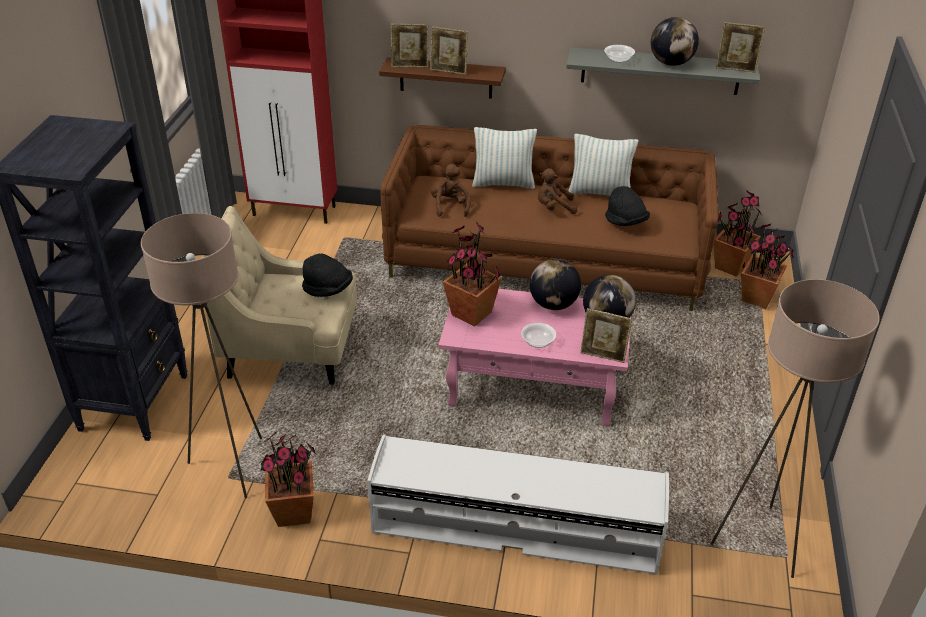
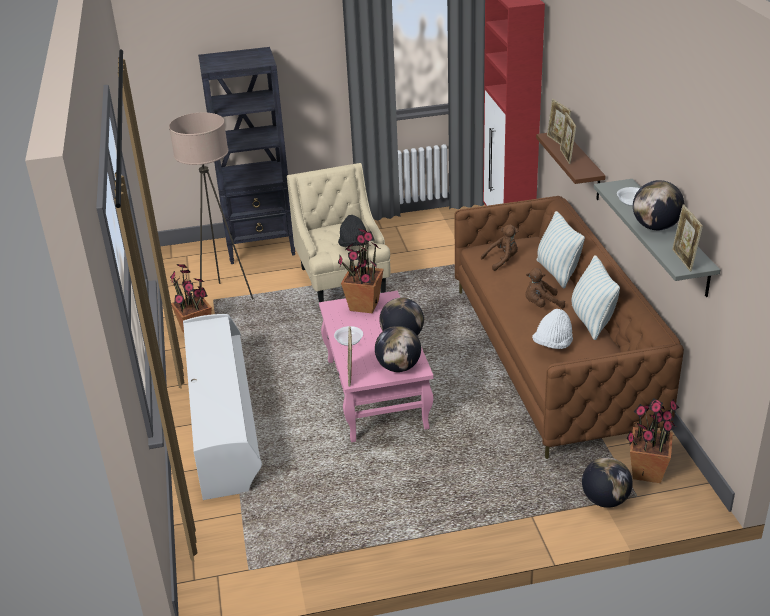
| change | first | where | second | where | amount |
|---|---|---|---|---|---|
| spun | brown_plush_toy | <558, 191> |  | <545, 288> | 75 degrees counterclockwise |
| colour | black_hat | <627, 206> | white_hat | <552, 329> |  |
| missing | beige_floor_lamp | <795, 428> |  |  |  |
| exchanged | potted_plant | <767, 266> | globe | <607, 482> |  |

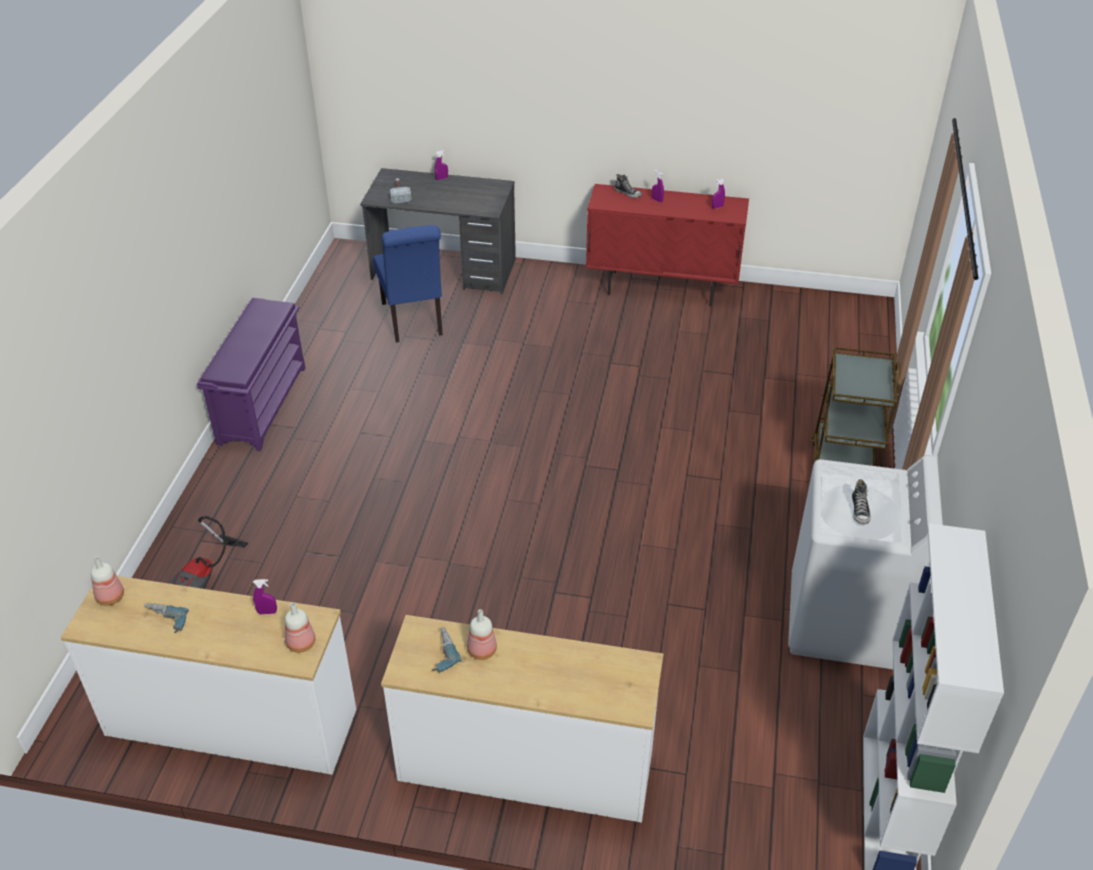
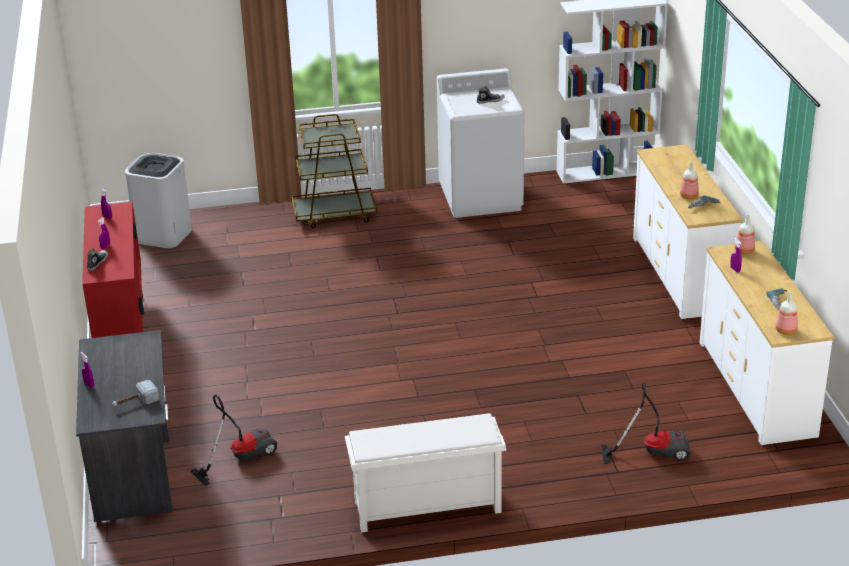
| change | first | where | second | where | amount |
|---|---|---|---|---|---|
| colour | purple_shoe_rack | <251, 374> | white_shoe_rack | <425, 472> |  |
| exchanged | blue_chair | <408, 284> | vacuum_cleaner | <233, 440> |  |
| appeared |  |  | white_trash_can | <158, 201> |  |

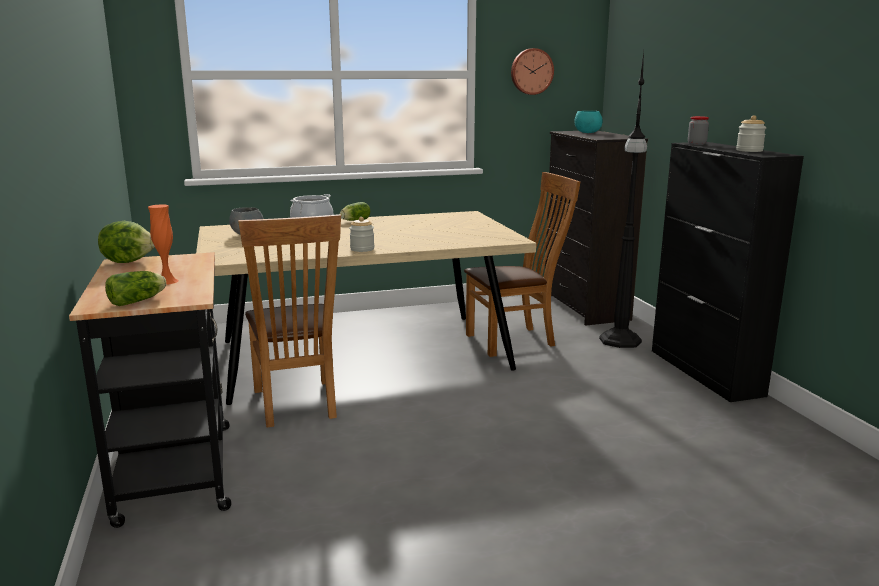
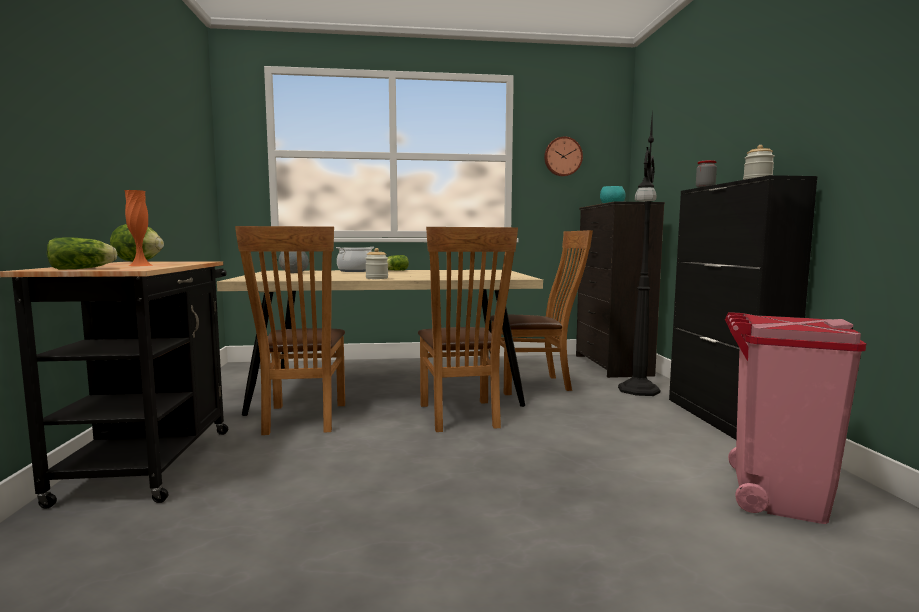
| change | first | where | second | where | amount |
|---|---|---|---|---|---|
| appeared |  |  | brown_chair | <468, 329> |  |
| appeared |  |  | pink_trash_can | <795, 418> |  |

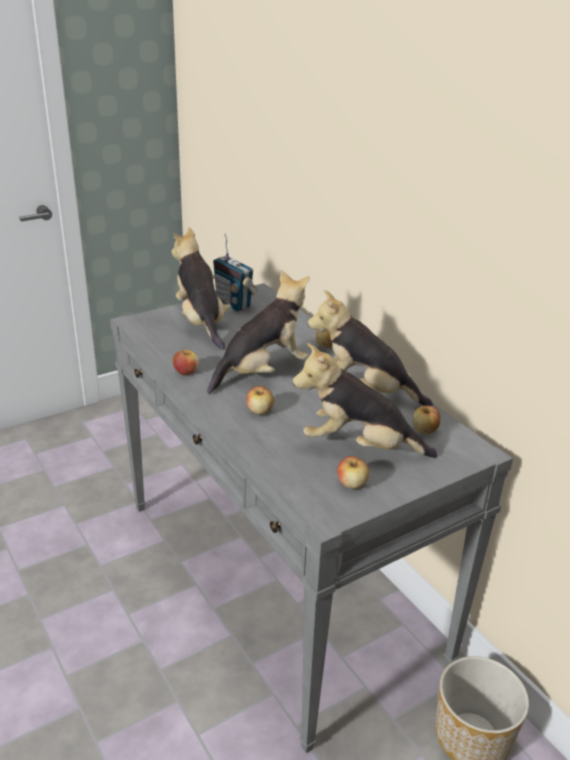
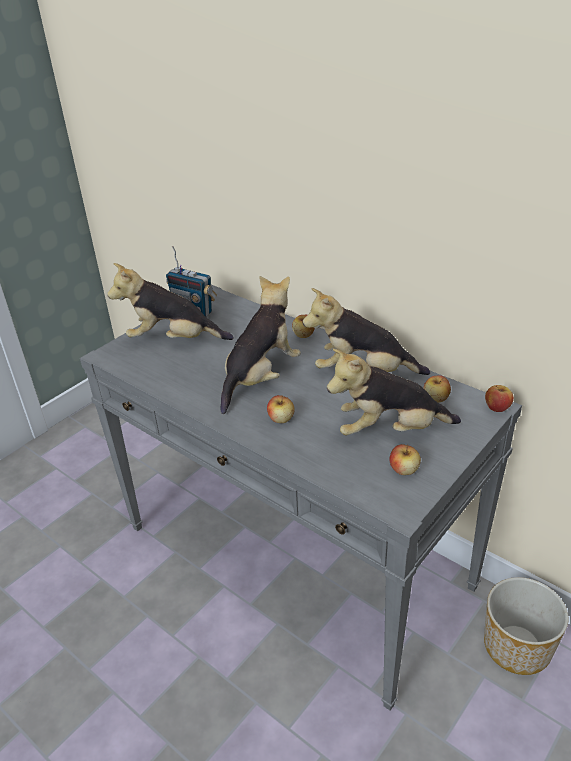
| change | first | where | second | where | amount |
|---|---|---|---|---|---|
| spun | plush_toy | <201, 288> |  | <170, 301> | 45 degrees counterclockwise |
| relocated | apple | <185, 361> |  | <499, 398> |  |

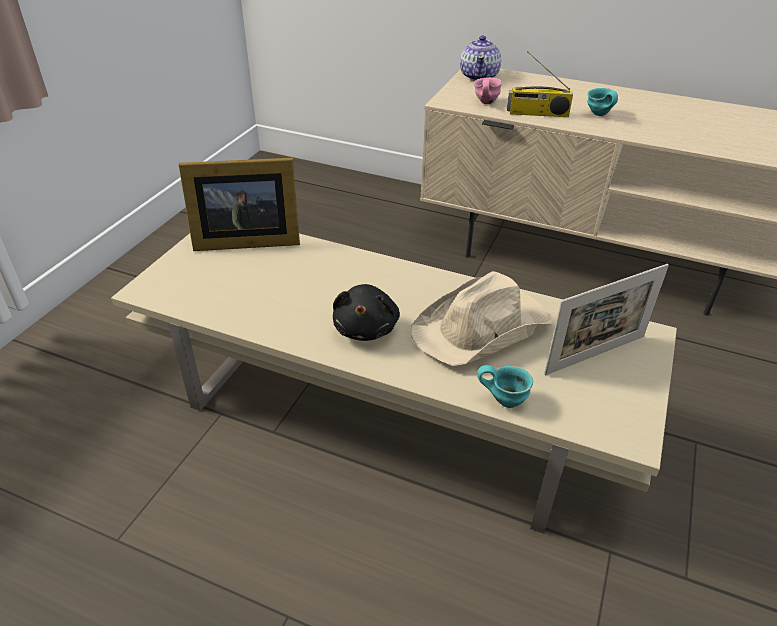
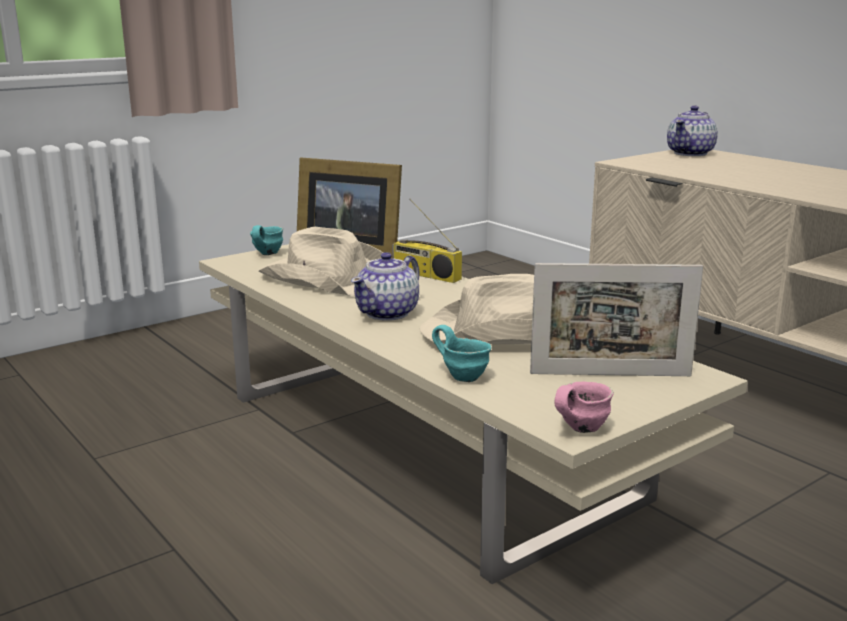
| change | first | where | second | where | amount |
|---|---|---|---|---|---|
| exchanged | black_plush_toy | <366, 312> | teapot | <385, 286> |  |
| relocated | pink_mug | <488, 90> |  | <584, 407> |  |
| relocated | radio | <540, 84> |  | <427, 241> |  |
| relocated | turquoise_mug | <602, 102> |  | <266, 240> |  |
| appeared |  |  | beige_hat | <321, 261> |  |

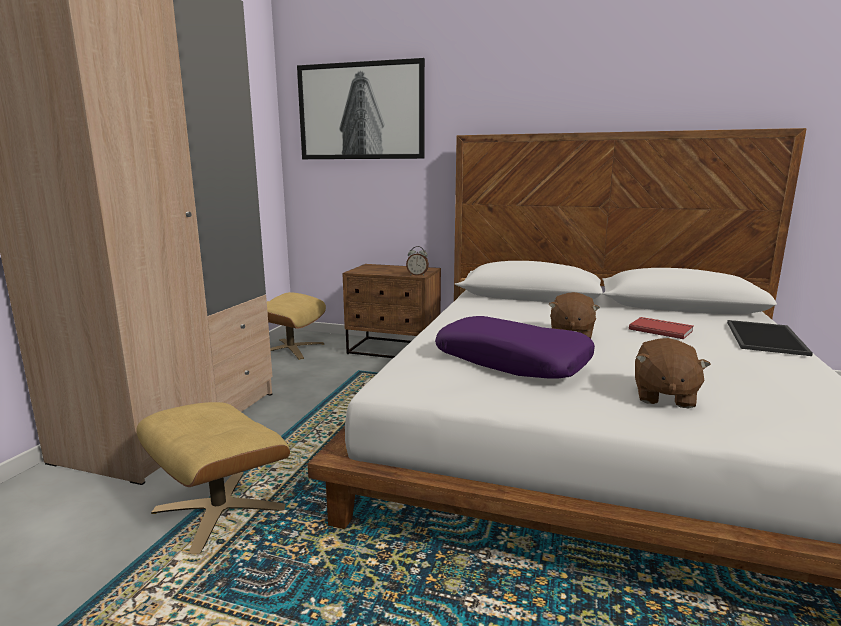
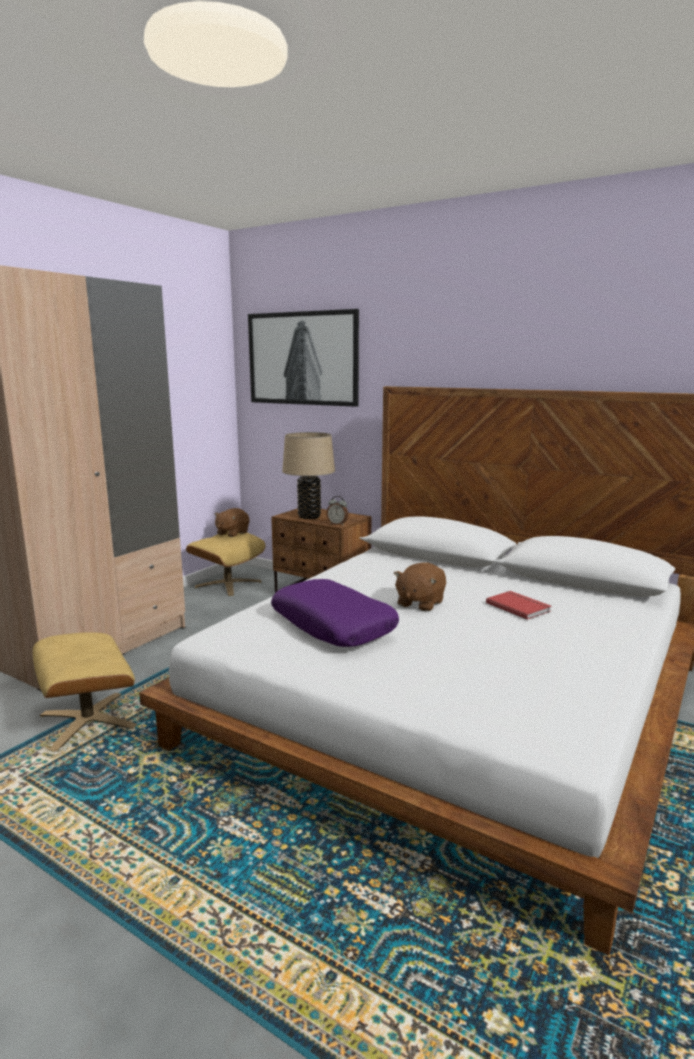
| change | first | where | second | where | amount |
|---|---|---|---|---|---|
| relocated | brown_plush_toy | <673, 373> |  | <231, 522> |  |
| missing | tray | <770, 338> |  |  |  |
| appeared |  |  | beige_table_lamp | <308, 475> |  |

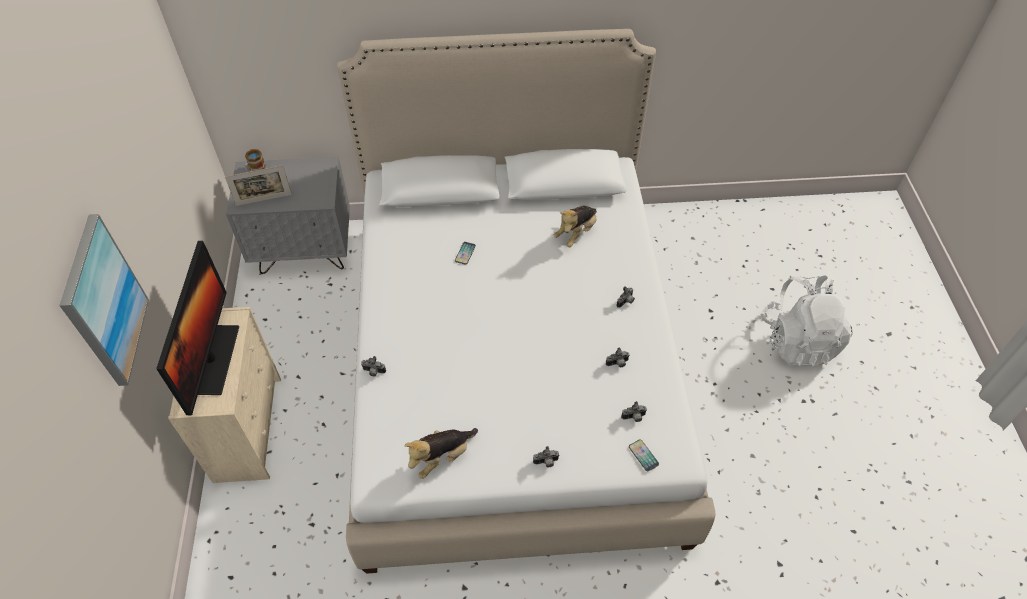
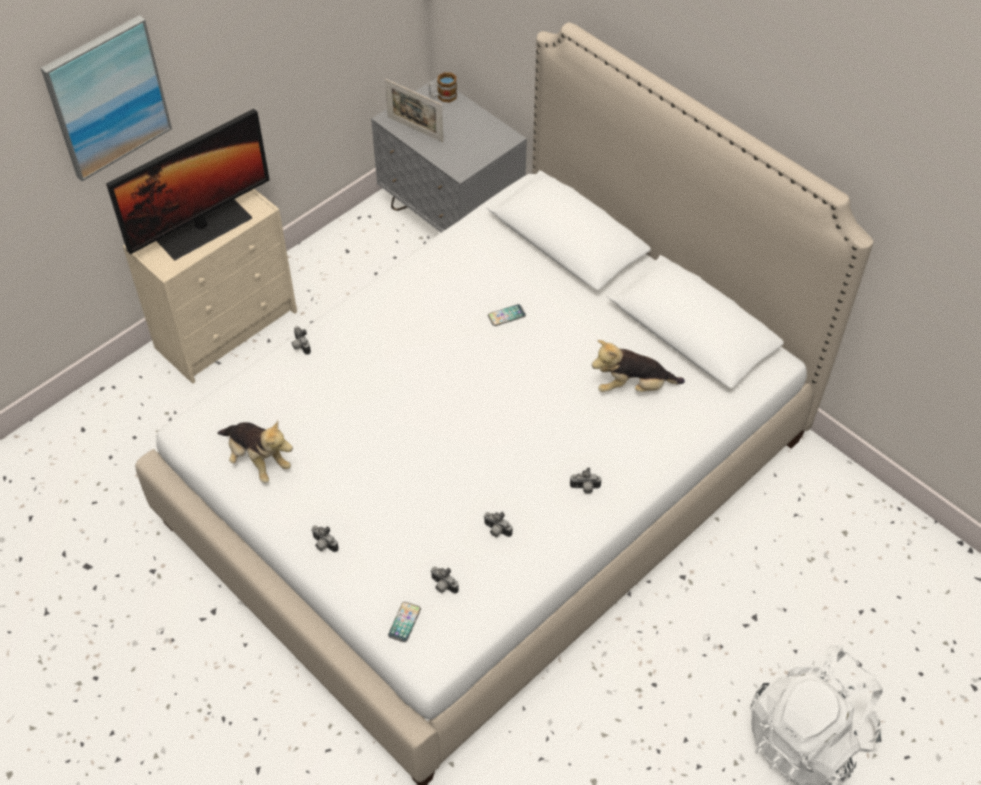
| change | first | where | second | where | amount |
|---|---|---|---|---|---|
| spun | plush_toy | <441, 453> |  | <255, 451> | 150 degrees counterclockwise |

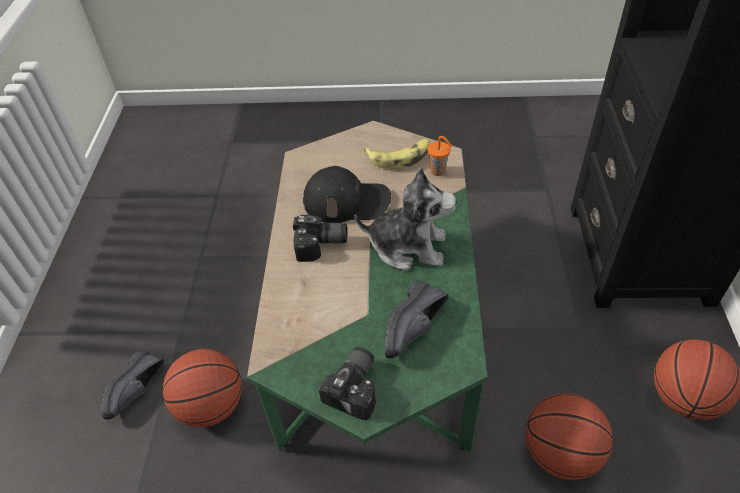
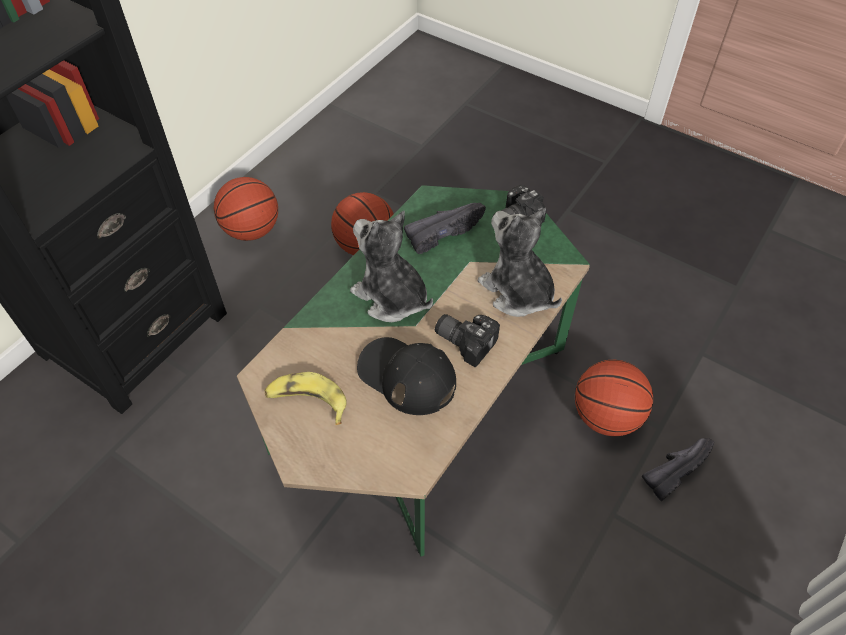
| change | first | where | second | where | amount |
|---|---|---|---|---|---|
| missing | orange_cup | <440, 156> |  |  |  |
| appeared |  |  | plush_toy | <520, 262> |  |

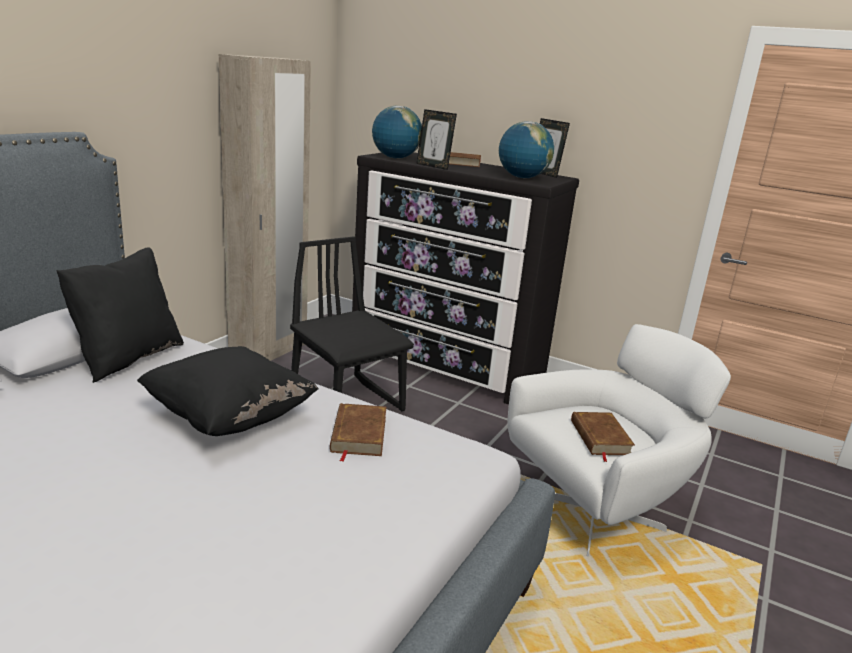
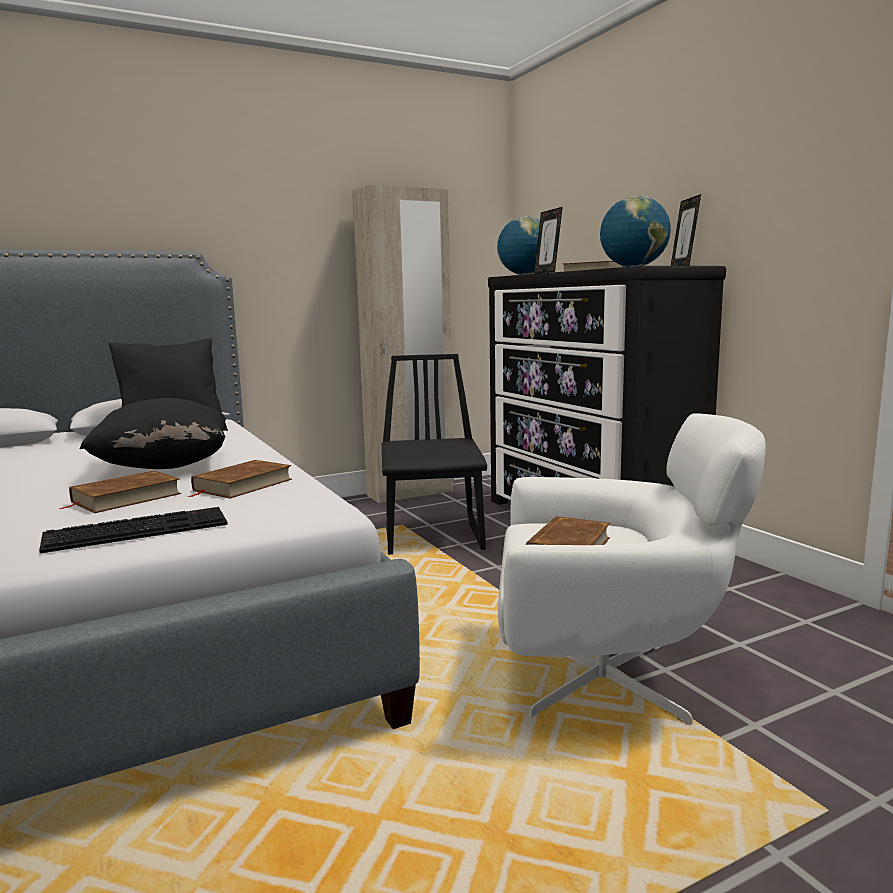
| change | first | where | second | where | amount |
|---|---|---|---|---|---|
| appeared |  |  | keyboard | <133, 530> |  |
| appeared |  |  | brown_book | <120, 491> |  |

